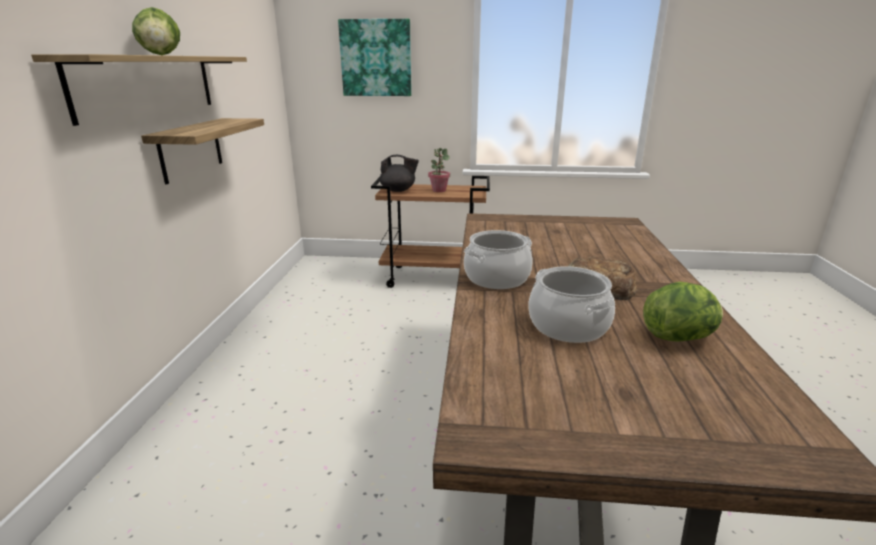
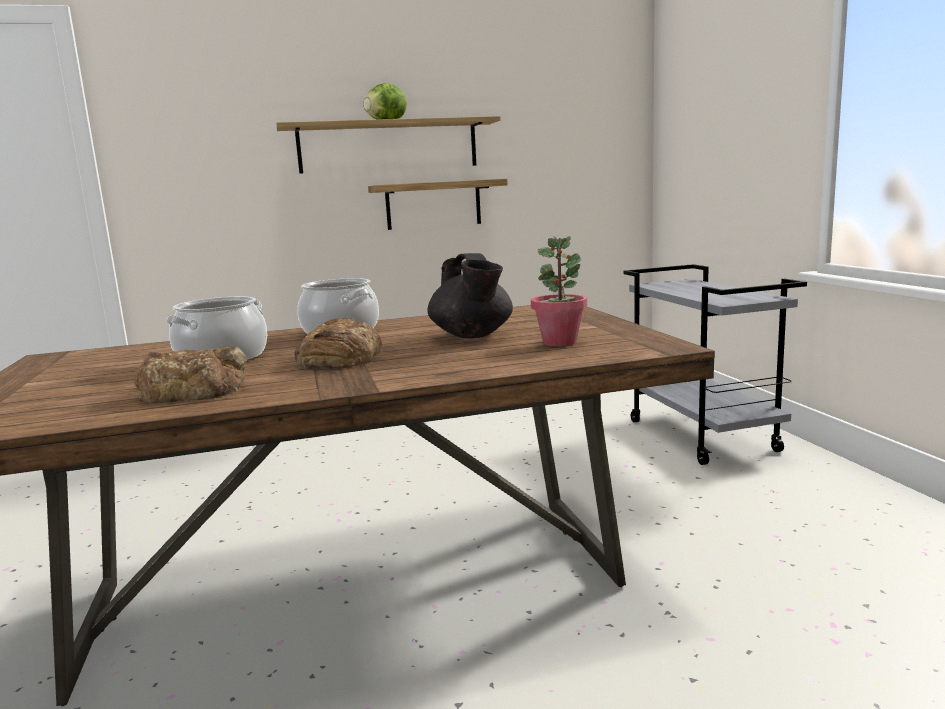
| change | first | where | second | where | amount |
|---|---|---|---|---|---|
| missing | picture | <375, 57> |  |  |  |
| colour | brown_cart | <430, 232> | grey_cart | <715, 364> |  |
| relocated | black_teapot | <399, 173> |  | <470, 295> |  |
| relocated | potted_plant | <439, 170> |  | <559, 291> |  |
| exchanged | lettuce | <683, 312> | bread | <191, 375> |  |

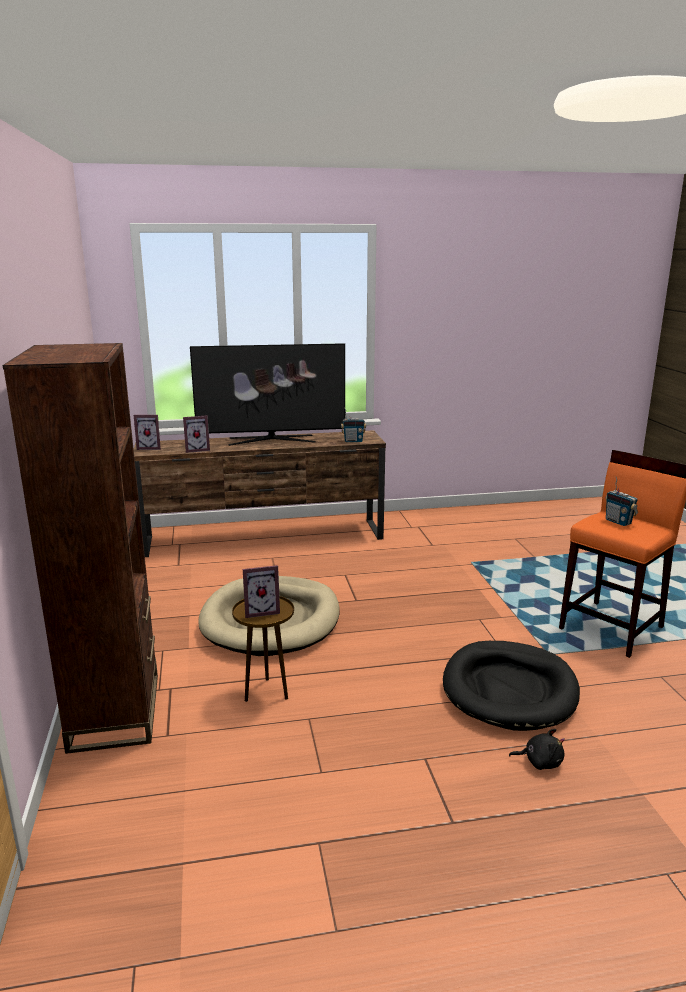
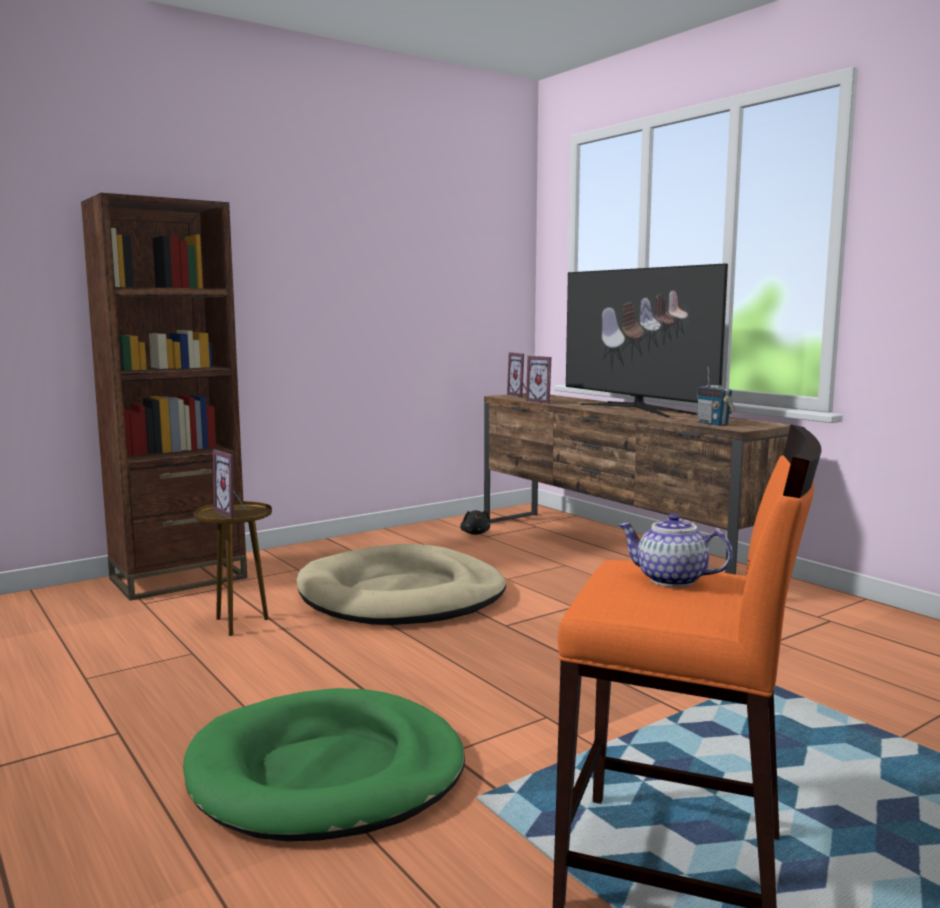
| change | first | where | second | where | amount |
|---|---|---|---|---|---|
| colour | black_dog_bed | <511, 686> | green_dog_bed | <324, 765> |  |
| relocated | black_plush_toy | <537, 749> |  | <475, 522> |  |
| exchanged | radio | <621, 501> | teapot | <675, 550> |  |

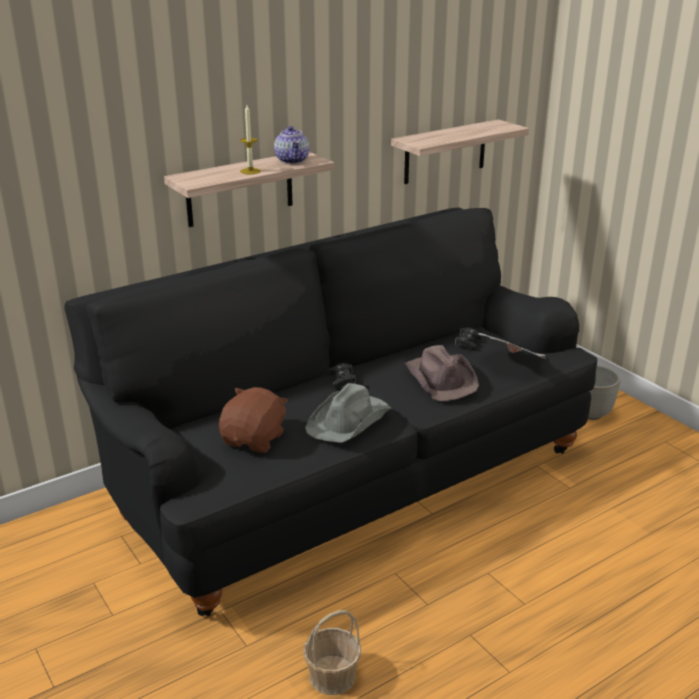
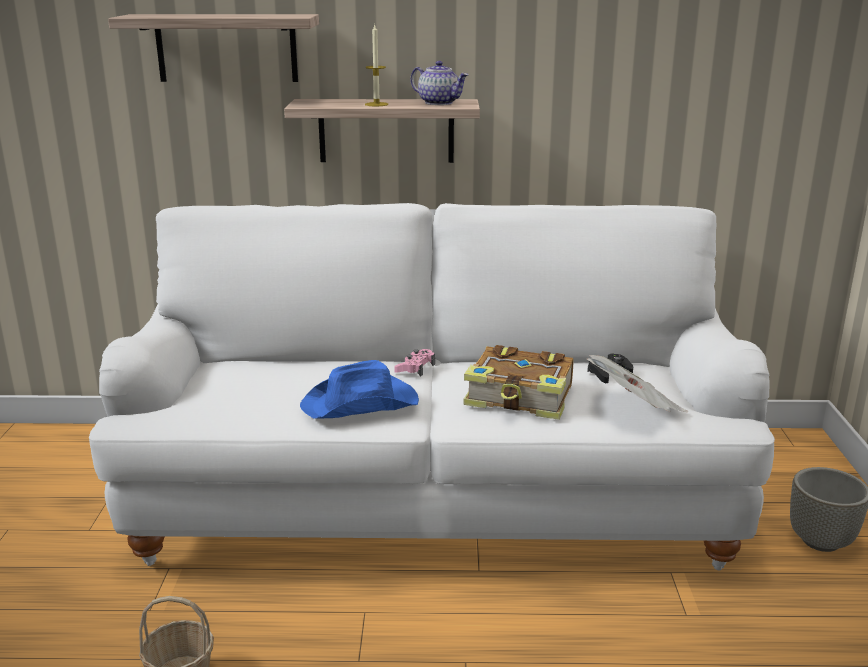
| change | first | where | second | where | amount |
|---|---|---|---|---|---|
| colour | black_sofa | <330, 412> | white_sofa | <432, 387> |  |
| missing | brown_plush_toy | <253, 420> |  |  |  |
| spun | teapot | <291, 145> |  | <439, 83> | 75 degrees counterclockwise |
| colour | grey_hat | <348, 413> | blue_hat | <359, 389> |  |
| colour | black_game_controller | <342, 376> | pink_game_controller | <414, 363> |  |
| relocated | shelf | <460, 151> |  | <213, 48> |  |
| exchanged | brown_hat | <442, 373> | book | <519, 382> |  |

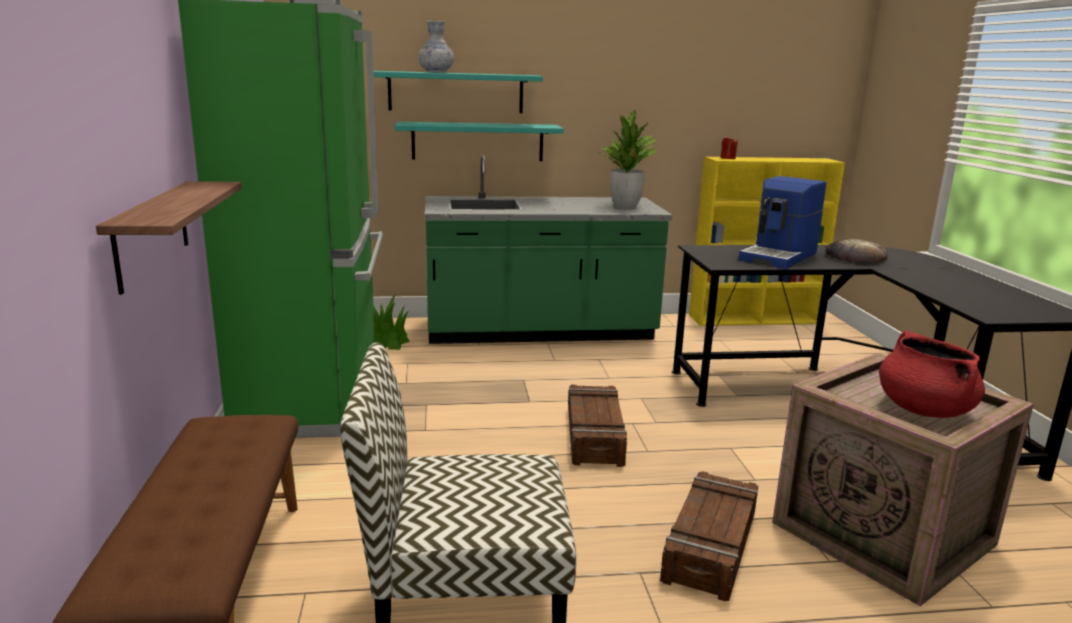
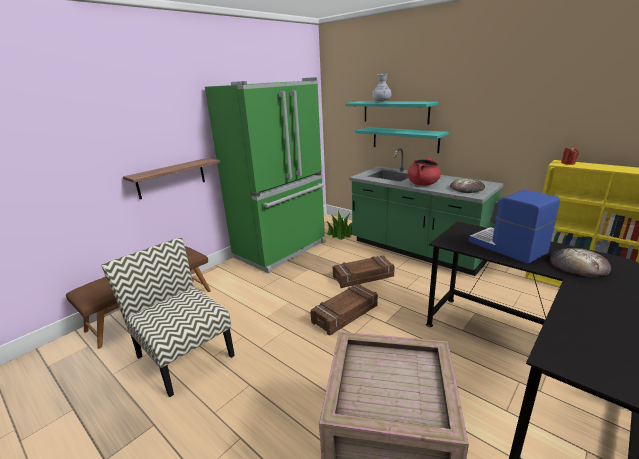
| change | first | where | second | where | amount |
|---|---|---|---|---|---|
| exchanged | potted_plant | <627, 159> | bread | <467, 185> |  |
| relocated | crate | <709, 536> |  | <364, 272> |  |
| spun | coffee_machine | <782, 222> |  | <514, 227> | 60 degrees clockwise |
| relocated | red_cooking_pot | <932, 374> |  | <424, 172> |  |

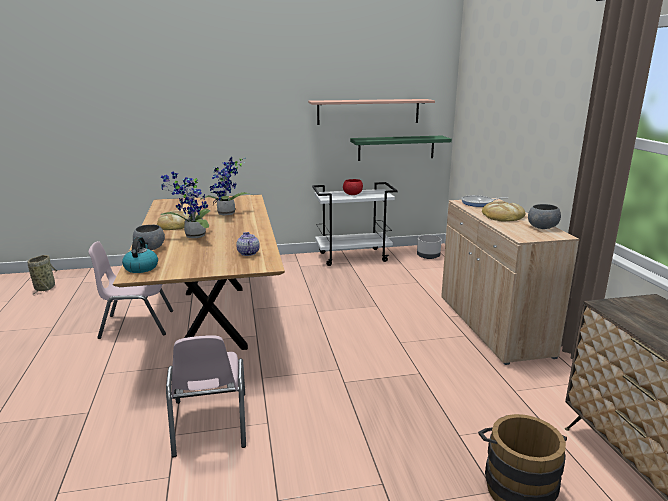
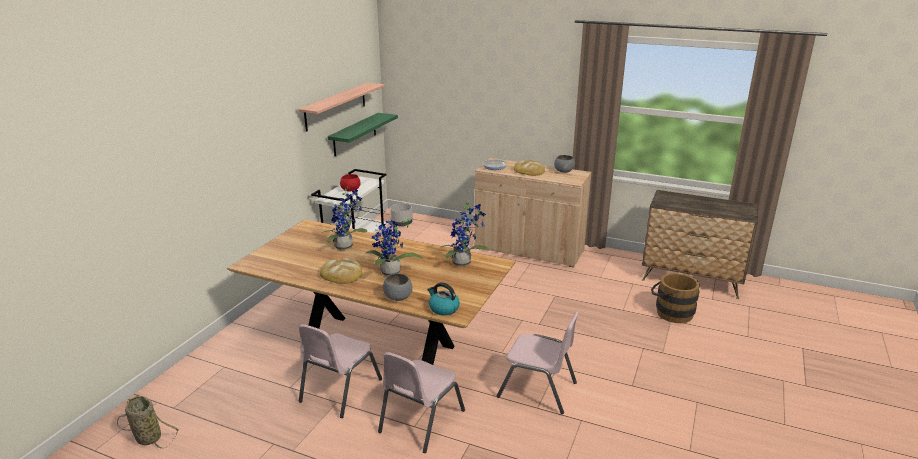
| change | first | where | second | where | amount |
|---|---|---|---|---|---|
| exchanged | teapot | <248, 244> | potted_plant | <464, 234> |  |
| appeared |  |  | pink_chair | <421, 402> |  |

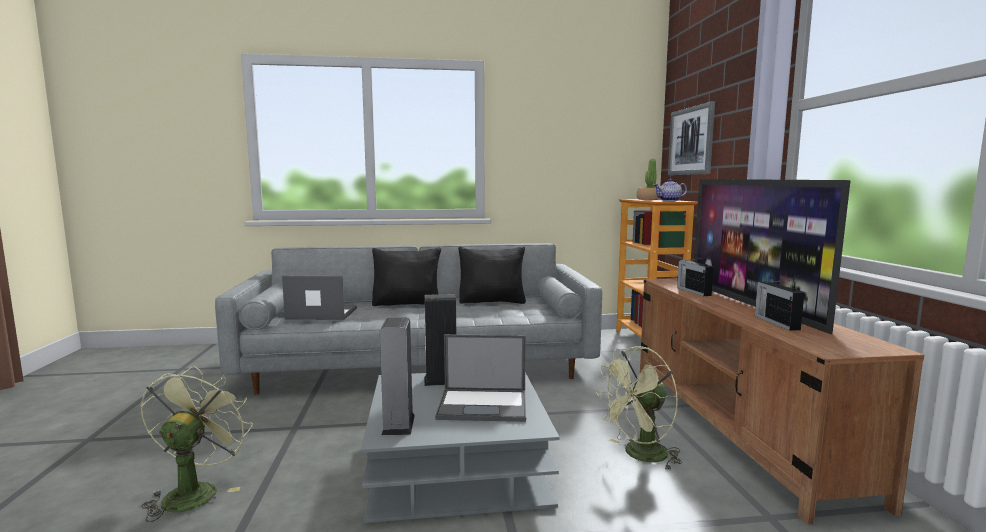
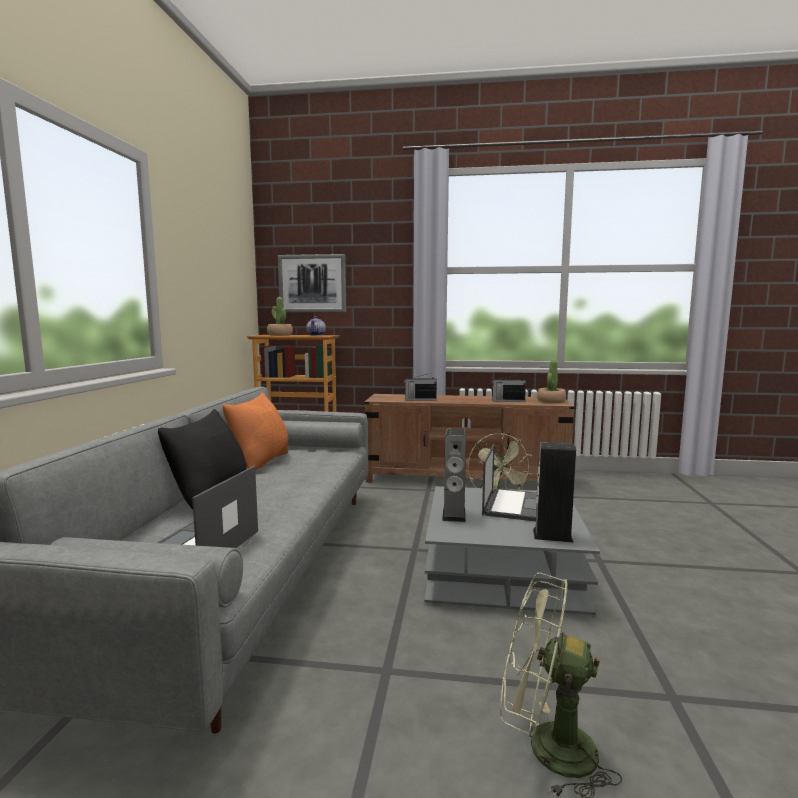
| change | first | where | second | where | amount |
|---|---|---|---|---|---|
| colour | black_pillow | <492, 275> | orange_pillow | <256, 431> |  |
| missing | television | <772, 256> |  |  |  |
| appeared |  |  | potted_plant | <551, 381> |  |

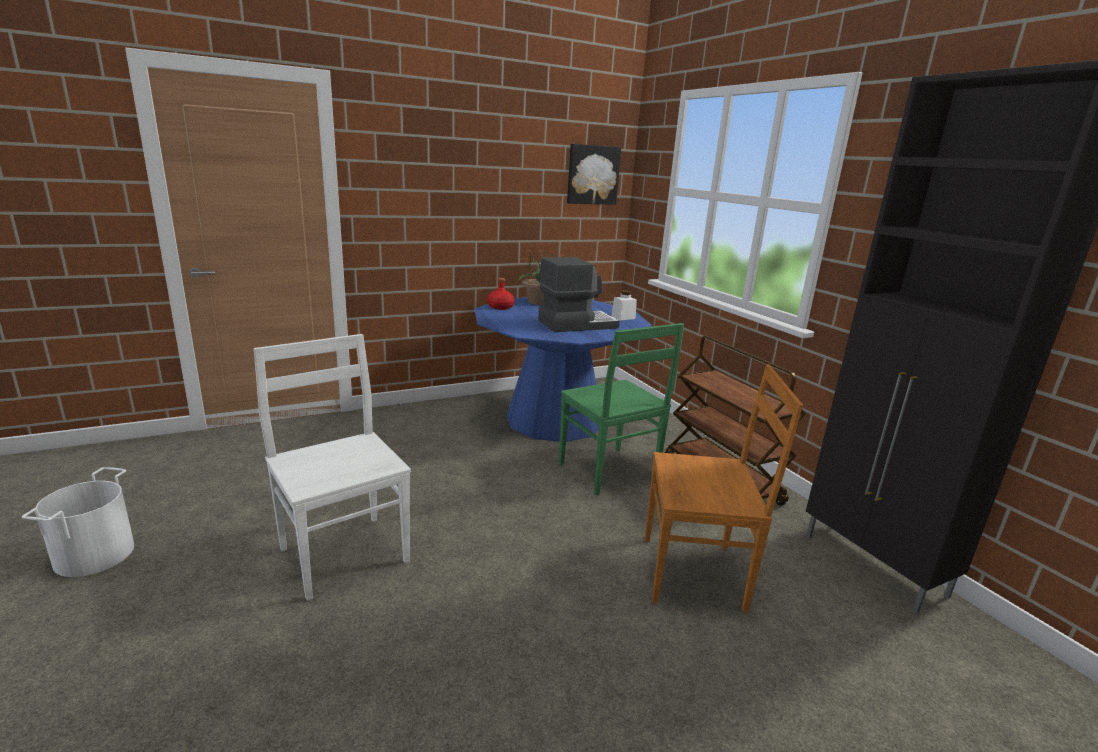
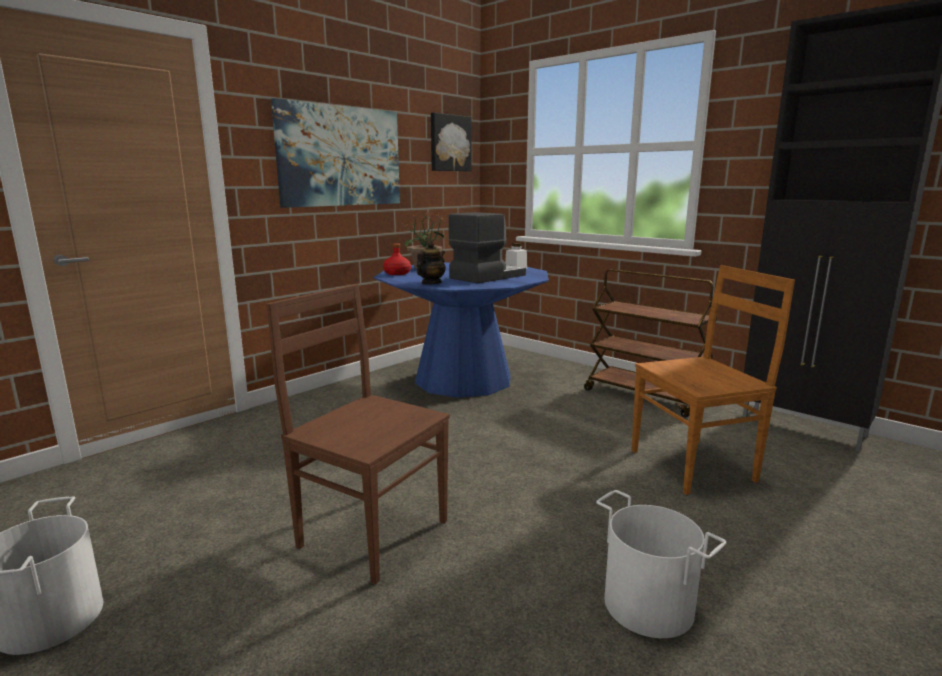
| change | first | where | second | where | amount |
|---|---|---|---|---|---|
| colour | white_chair | <332, 467> | brown_chair | <358, 434> |  |
| missing | green_chair | <621, 409> |  |  |  |
| appeared |  |  | picture | <335, 153> |  |
| appeared |  |  | teapot | <431, 263> |  |
| appeared |  |  | white_bucket | <661, 564> |  |

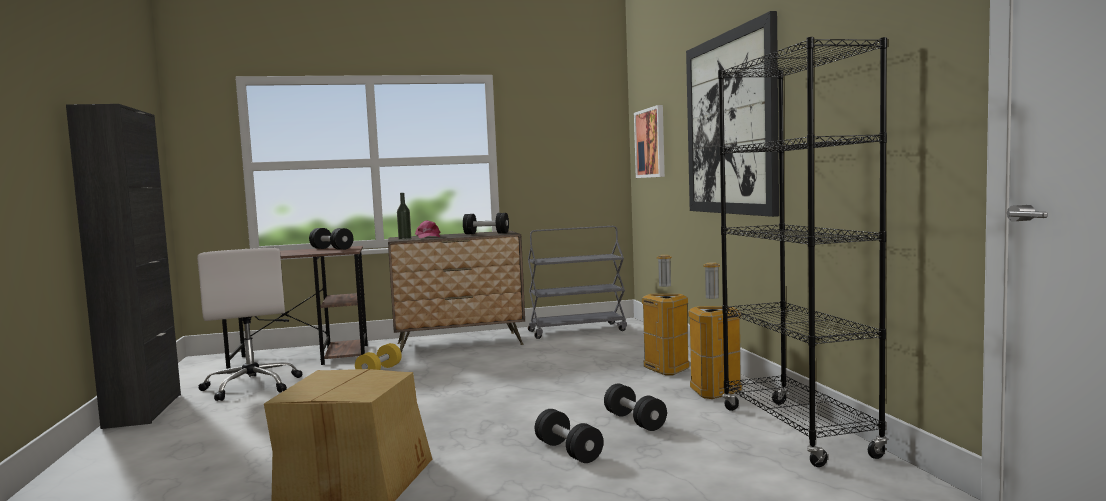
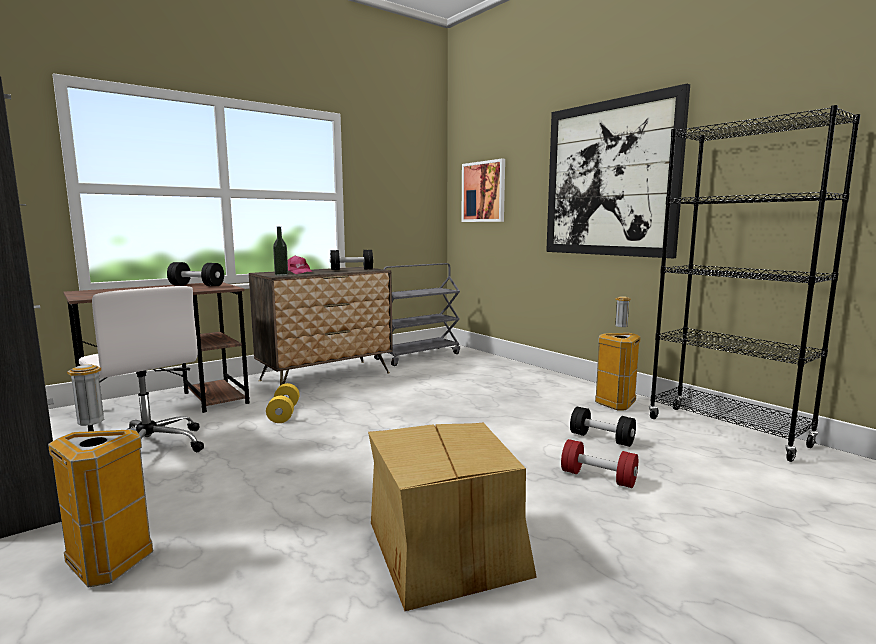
| change | first | where | second | where | amount |
|---|---|---|---|---|---|
| colour | black_dumbbell | <569, 436> | red_dumbbell | <599, 463> |  |
| relocated | trash_can | <666, 315> |  | <100, 476> |  |

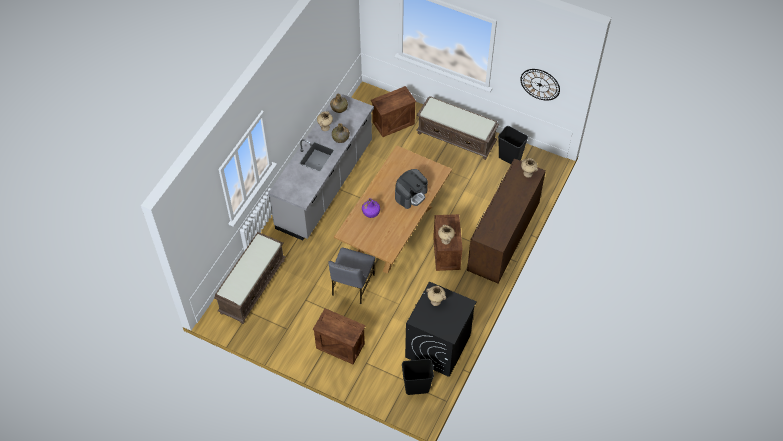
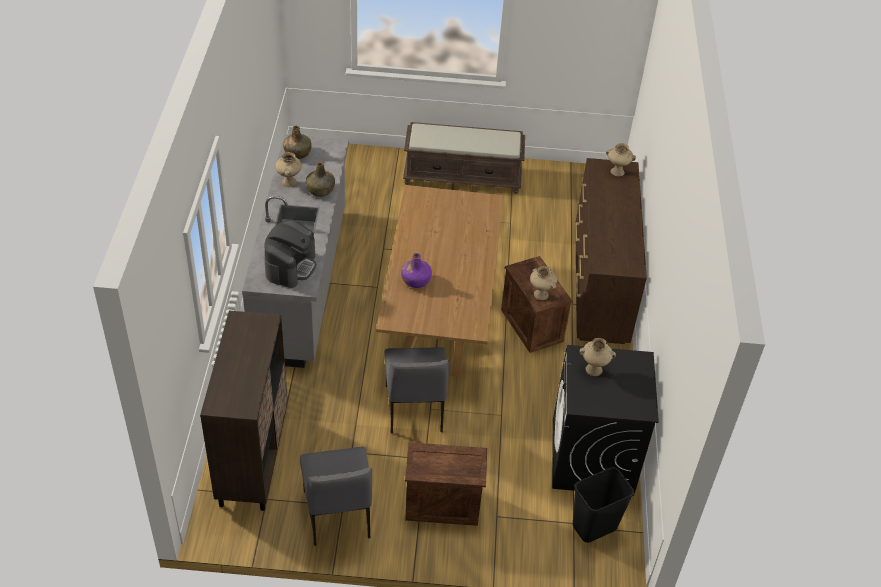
| change | first | where | second | where | amount |
|---|---|---|---|---|---|
| exchanged | brown_bench | <250, 278> | brown_cabinet | <244, 411> |  |
| missing | crate | <393, 111> |  |  |  |
| relocated | coffee_machine | <411, 189> |  | <290, 254> |  |
| missing | black_trash_can | <513, 145> |  |  |  |
| missing | wall_clock | <540, 85> |  |  |  |
| appeared |  |  | grey_chair | <336, 496> |  |

